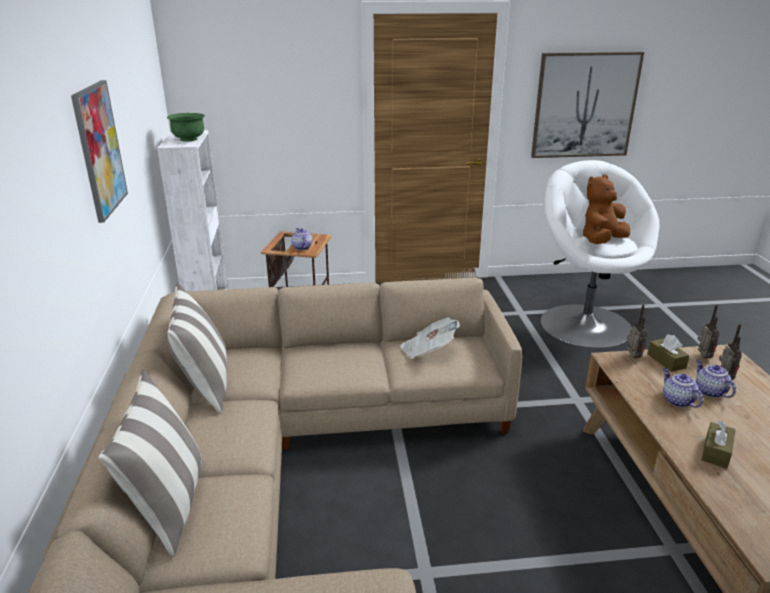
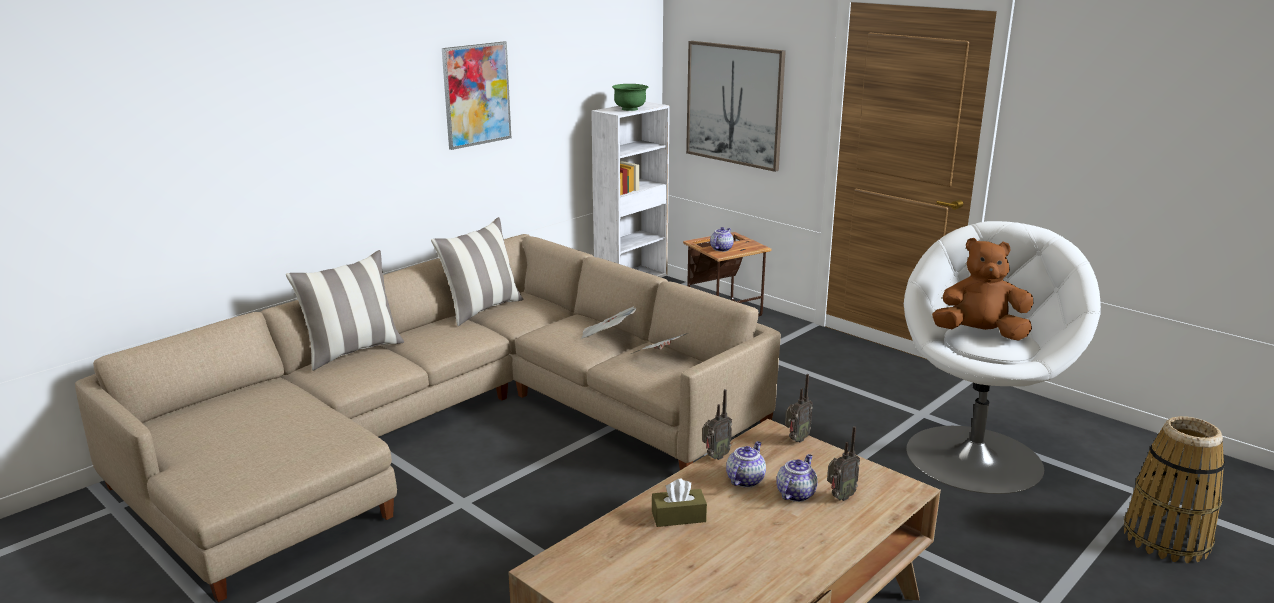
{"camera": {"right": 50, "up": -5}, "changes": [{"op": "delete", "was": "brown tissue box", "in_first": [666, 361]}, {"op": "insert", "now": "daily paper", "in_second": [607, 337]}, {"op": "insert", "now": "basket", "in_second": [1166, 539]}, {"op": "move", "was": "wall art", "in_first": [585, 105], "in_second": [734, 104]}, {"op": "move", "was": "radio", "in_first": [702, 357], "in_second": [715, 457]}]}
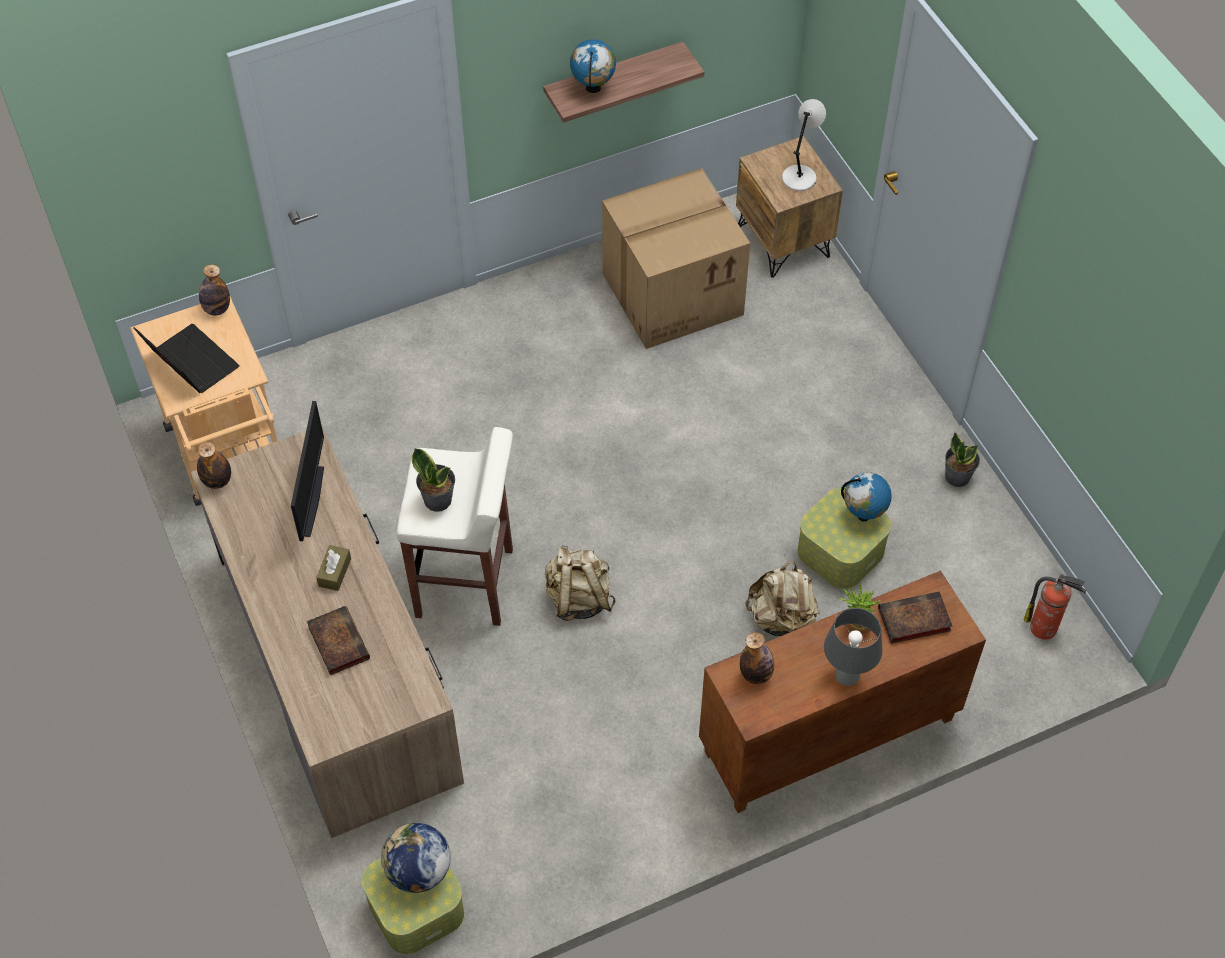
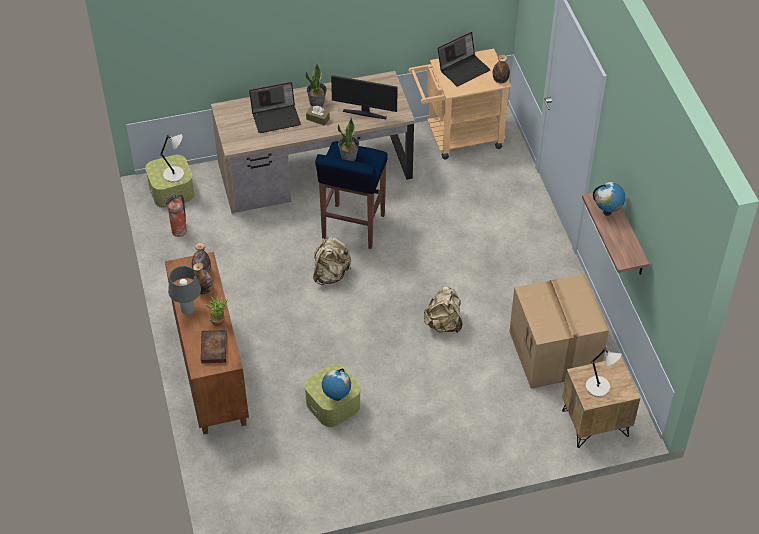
{"camera": {"right": 100, "up": -5}, "changes": [{"op": "move", "was": "drink bottle", "in_first": [217, 481], "in_second": [204, 290]}, {"op": "move", "was": "sand-coloured backpack", "in_first": [782, 619], "in_second": [443, 323]}, {"op": "move", "was": "houseplant", "in_first": [957, 476], "in_second": [317, 102]}, {"op": "move", "was": "extinguisher", "in_first": [1045, 628], "in_second": [178, 231]}, {"op": "replace", "was": "book", "now": "laptop", "in_first": [337, 641], "in_second": [276, 117]}, {"op": "replace", "was": "world globe", "now": "greyish table lamp", "in_first": [418, 871], "in_second": [175, 174]}, {"op": "recolor", "was": "whitish stool seat", "now": "blue-coloured stool seat", "in_first": [466, 583], "in_second": [353, 227]}]}
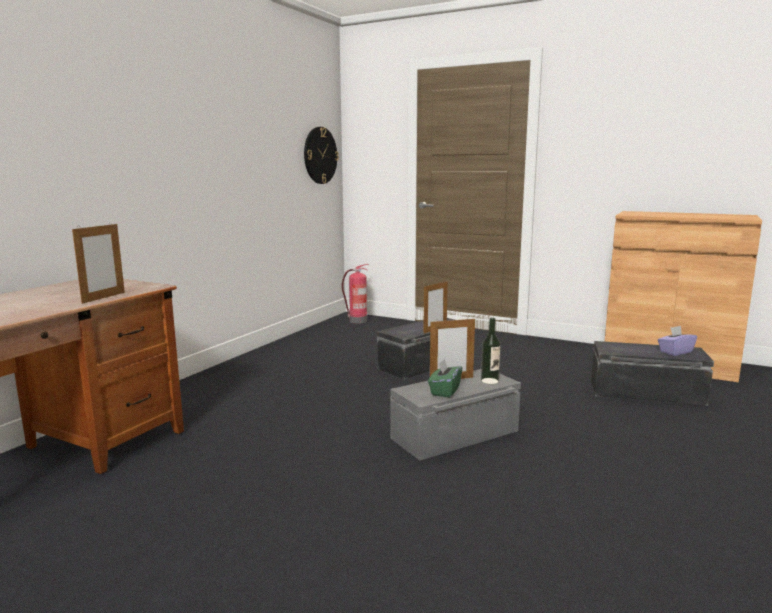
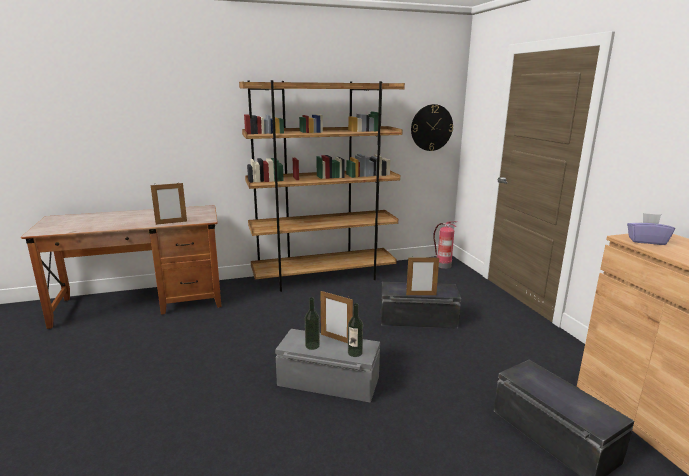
{"camera": {"right": 45, "up": 5}, "changes": [{"op": "insert", "now": "brown bookcase", "in_second": [324, 277]}, {"op": "move", "was": "purple-coloured tissue box", "in_first": [675, 352], "in_second": [646, 241]}, {"op": "replace", "was": "green-coloured tissue box", "now": "drink bottle", "in_first": [444, 391], "in_second": [312, 345]}]}
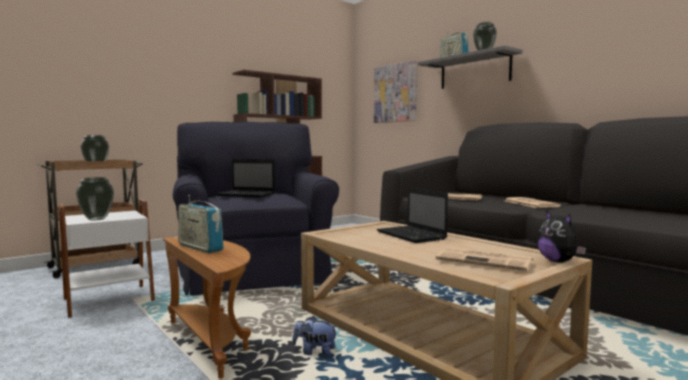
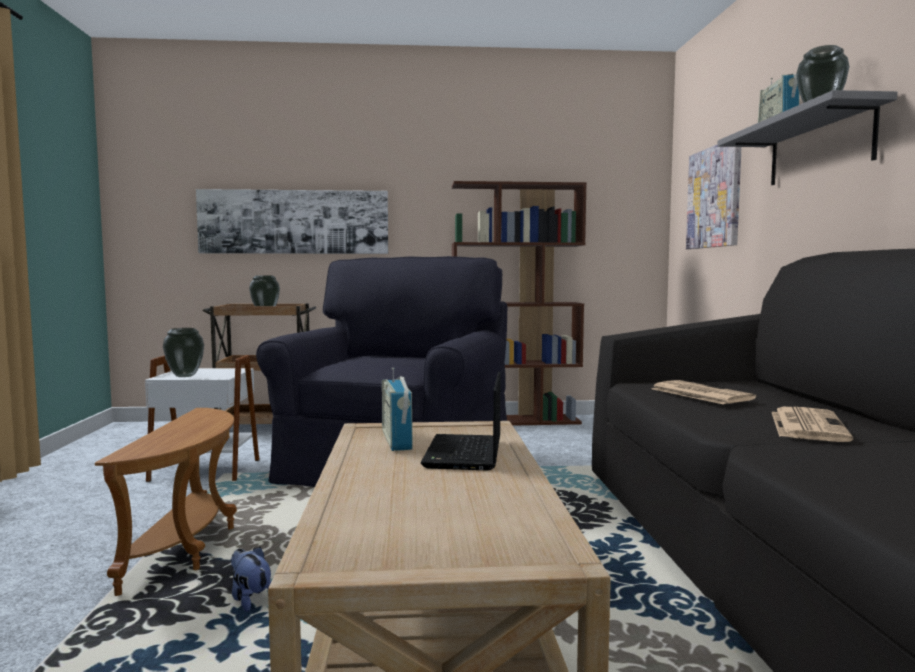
{"camera": {"right": 35, "up": 0}, "changes": [{"op": "delete", "was": "laptop", "in_first": [247, 195]}, {"op": "delete", "was": "daily paper", "in_first": [486, 261]}, {"op": "delete", "was": "soft toy", "in_first": [558, 261]}, {"op": "insert", "now": "wall art", "in_second": [294, 222]}, {"op": "move", "was": "radio", "in_first": [200, 247], "in_second": [397, 440]}]}
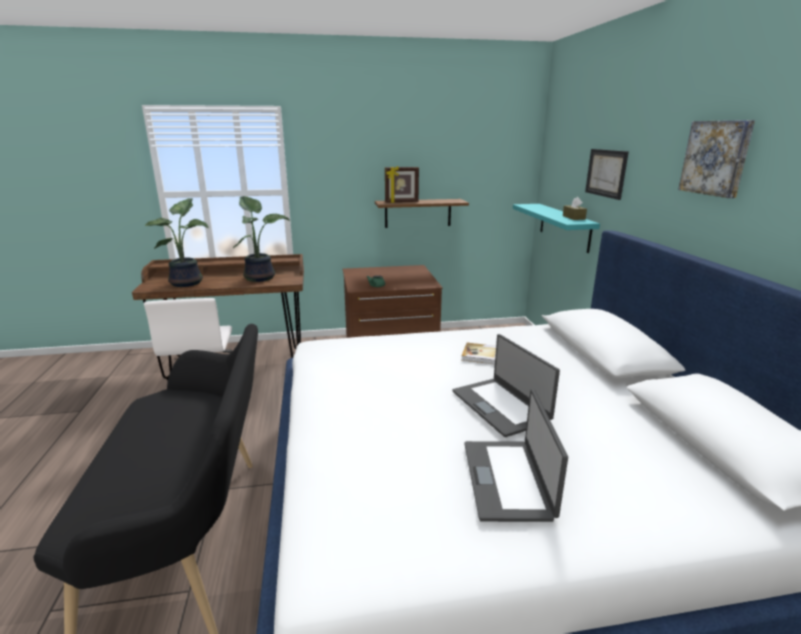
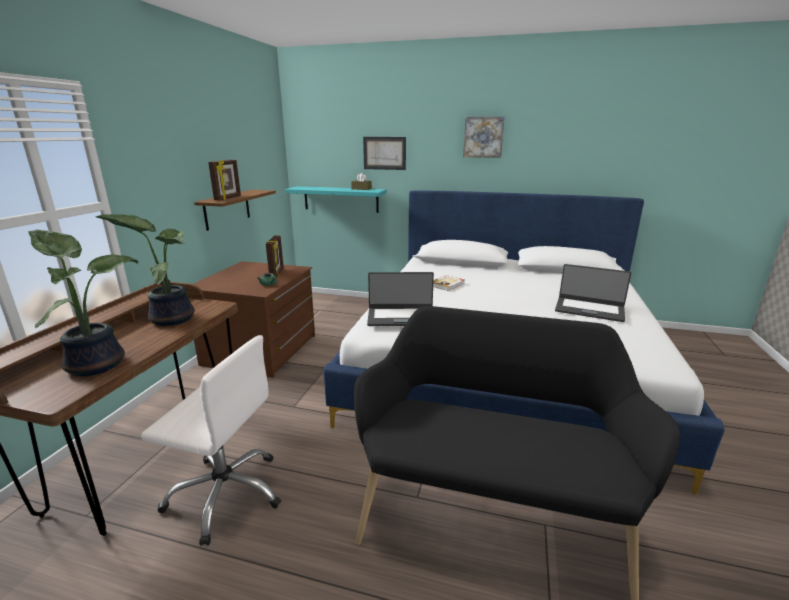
{"camera": {"right": -65, "up": 0}, "changes": [{"op": "insert", "now": "picture frame", "in_second": [277, 273]}, {"op": "move", "was": "laptop", "in_first": [501, 406], "in_second": [401, 317]}]}
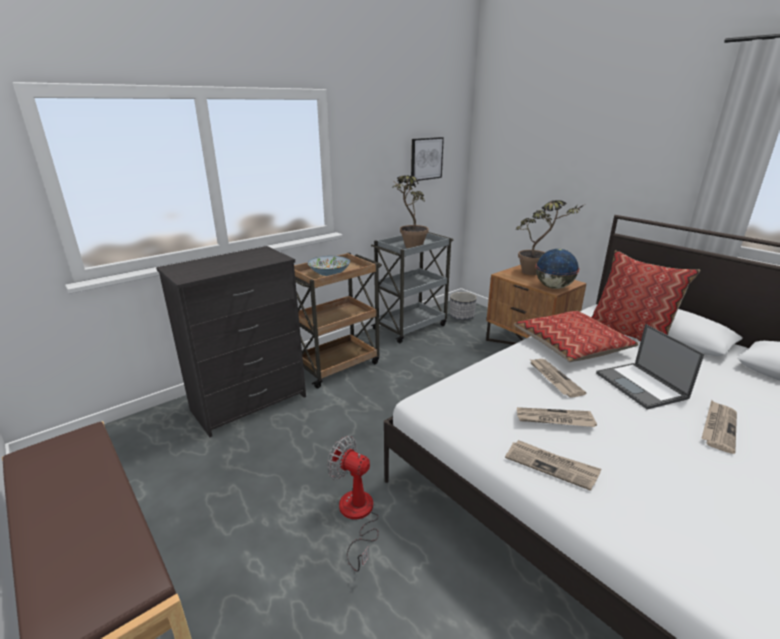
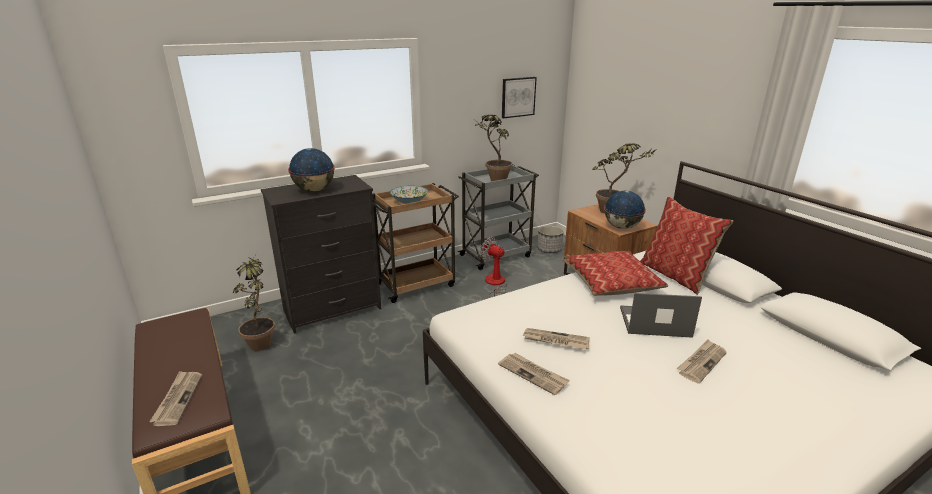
{"camera": {"right": 10, "up": 0}, "changes": [{"op": "insert", "now": "houseplant", "in_second": [262, 340]}, {"op": "insert", "now": "world globe", "in_second": [314, 190]}, {"op": "move", "was": "electric fan", "in_first": [357, 516], "in_second": [495, 284]}, {"op": "move", "was": "daily paper", "in_first": [554, 378], "in_second": [177, 399]}, {"op": "rotate", "was": "laptop", "in_first": [642, 386], "in_second": [653, 322], "clockwise": 105}]}
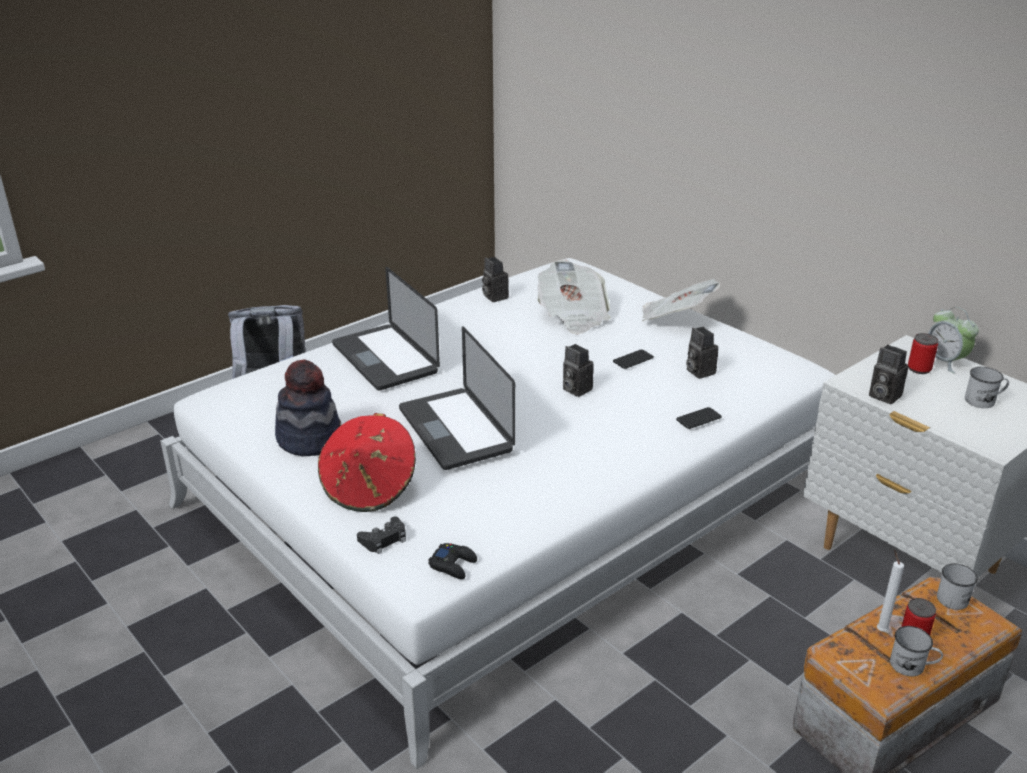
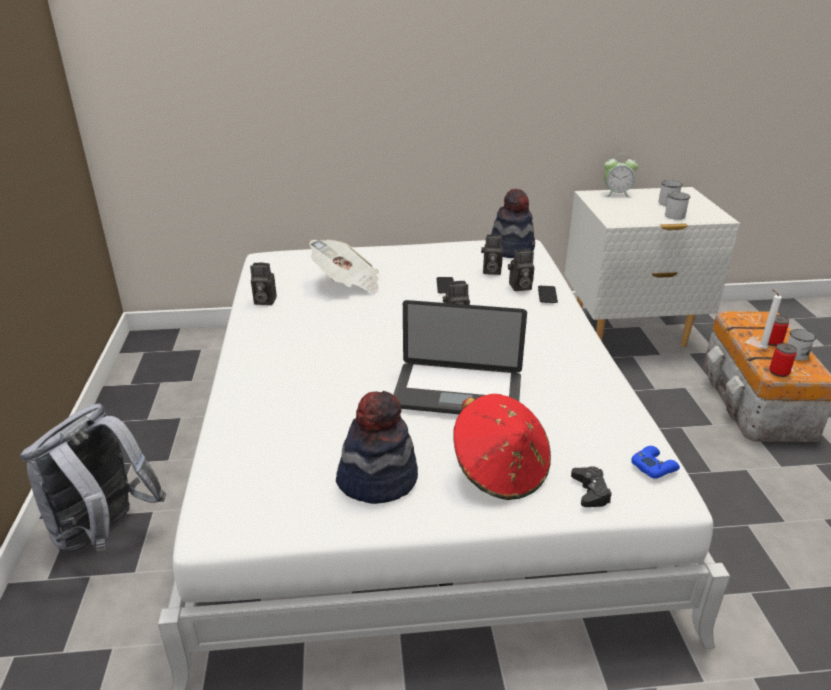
{"camera": {"right": -55, "up": 0}, "changes": [{"op": "delete", "was": "laptop", "in_first": [385, 359]}, {"op": "delete", "was": "daily paper", "in_first": [675, 318]}, {"op": "insert", "now": "clothing hat", "in_second": [512, 249]}, {"op": "move", "was": "photo camera", "in_first": [882, 395], "in_second": [519, 287]}, {"op": "move", "was": "sealed can", "in_first": [919, 369], "in_second": [779, 372]}, {"op": "move", "was": "whitish coffee mug", "in_first": [954, 596], "in_second": [672, 215]}, {"op": "recolor", "was": "black gamepad", "now": "blue-coloured gamepad", "in_first": [453, 565], "in_second": [654, 466]}]}
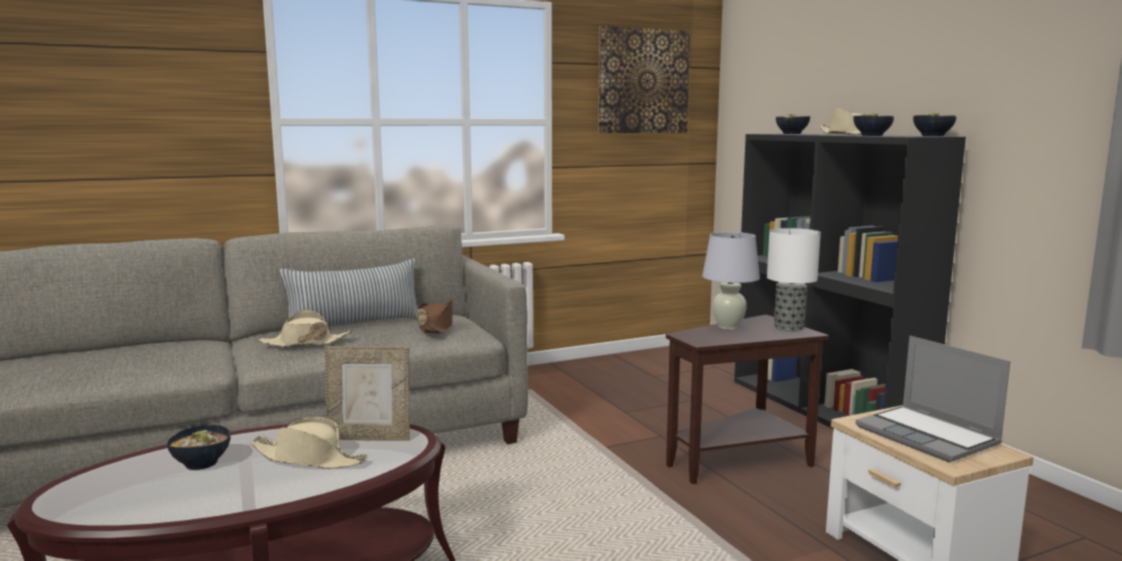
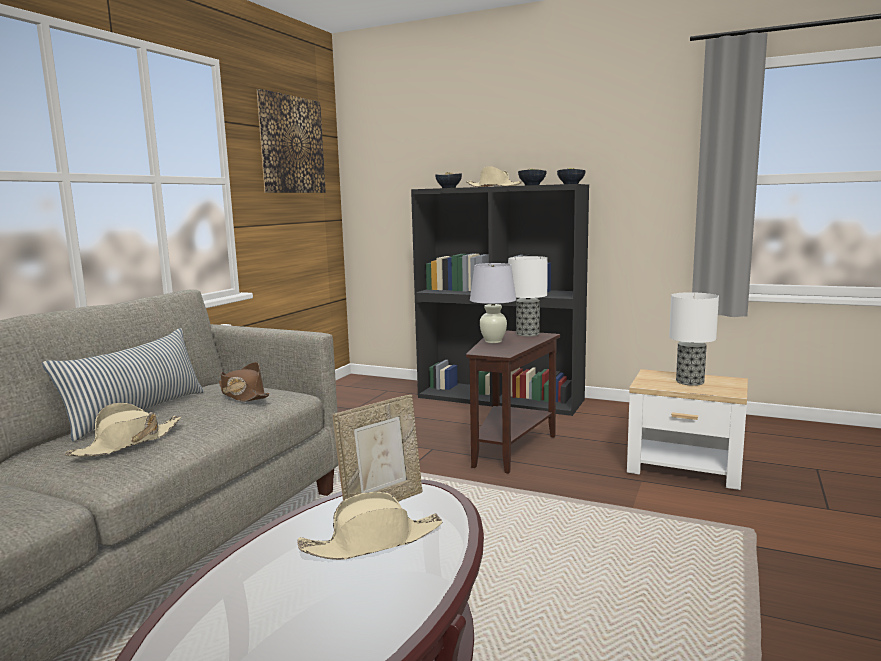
{"camera": {"right": -40, "up": 0}, "changes": [{"op": "delete", "was": "bowl", "in_first": [202, 463]}, {"op": "replace", "was": "laptop", "now": "table lamp", "in_first": [929, 436], "in_second": [690, 381]}]}
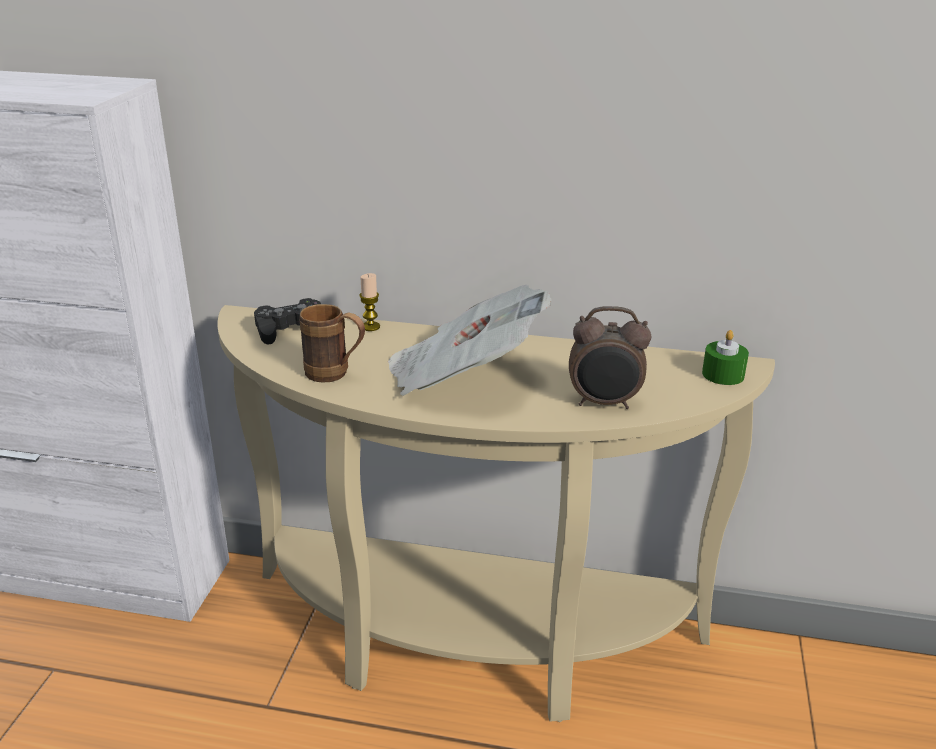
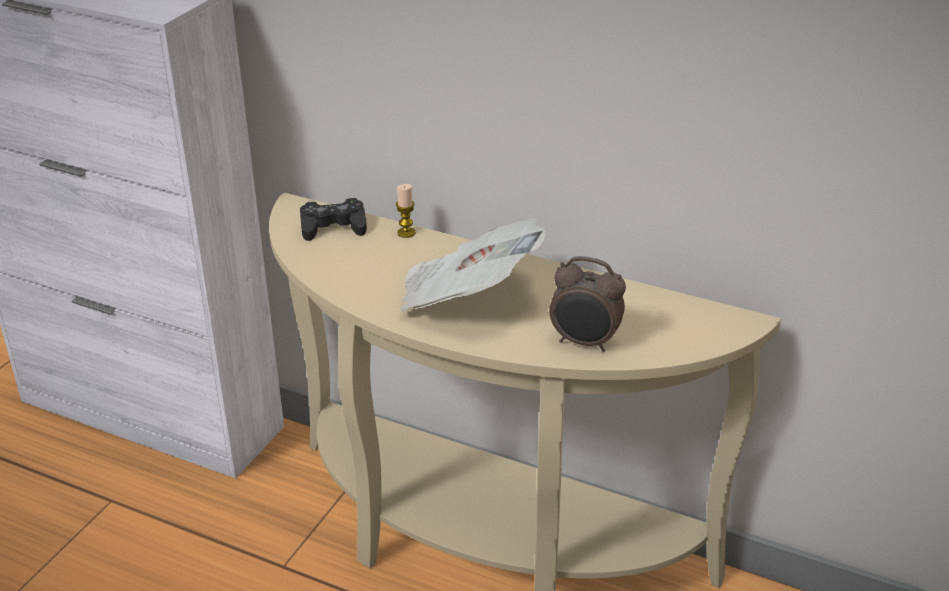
{"camera": {"right": 15, "up": 5}, "changes": [{"op": "delete", "was": "brown coffee mug", "in_first": [335, 374]}, {"op": "delete", "was": "green-coloured wax candle", "in_first": [723, 374]}]}
